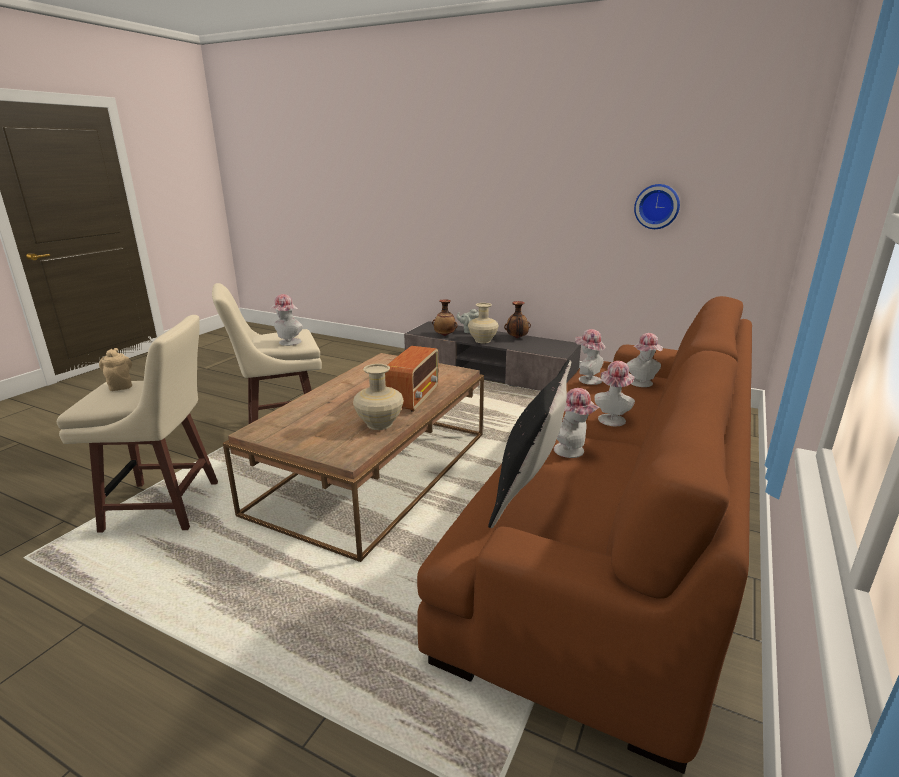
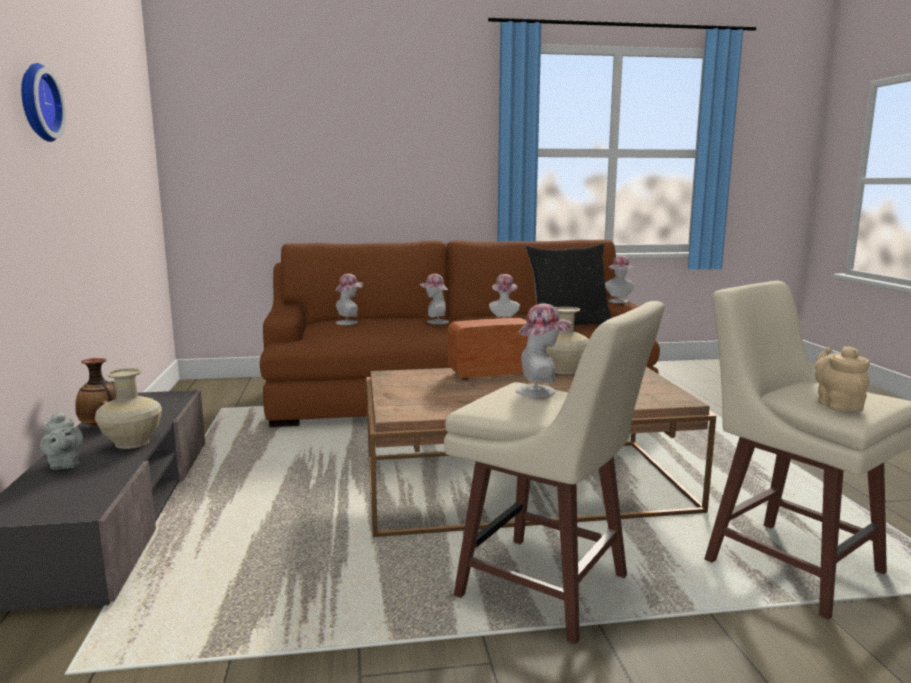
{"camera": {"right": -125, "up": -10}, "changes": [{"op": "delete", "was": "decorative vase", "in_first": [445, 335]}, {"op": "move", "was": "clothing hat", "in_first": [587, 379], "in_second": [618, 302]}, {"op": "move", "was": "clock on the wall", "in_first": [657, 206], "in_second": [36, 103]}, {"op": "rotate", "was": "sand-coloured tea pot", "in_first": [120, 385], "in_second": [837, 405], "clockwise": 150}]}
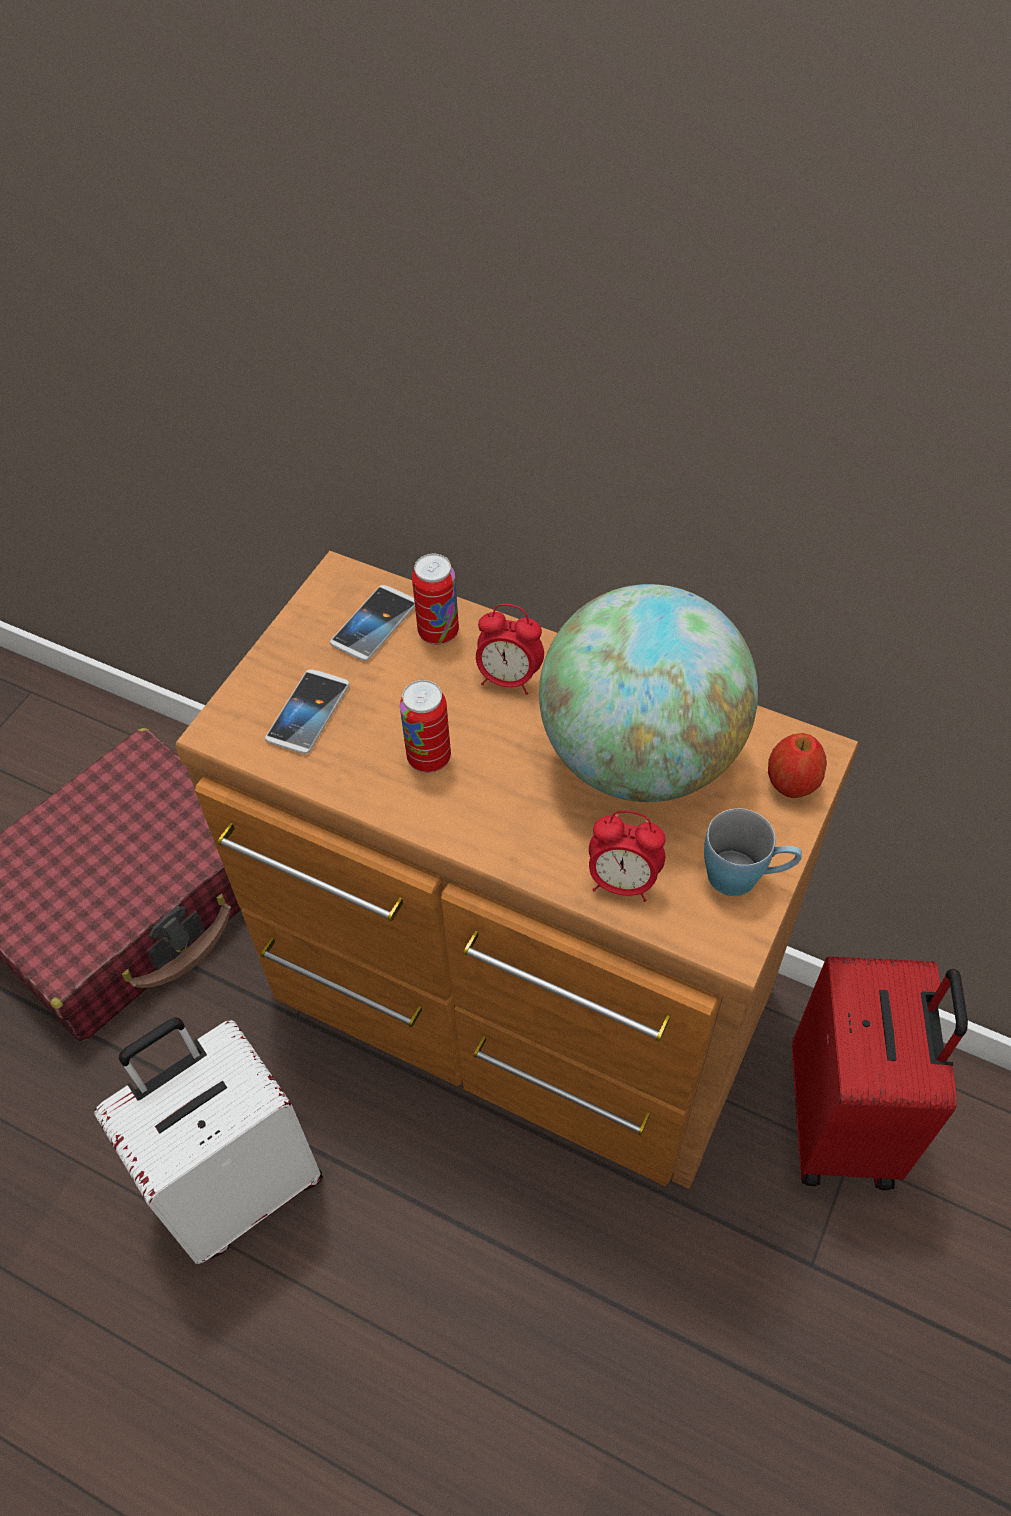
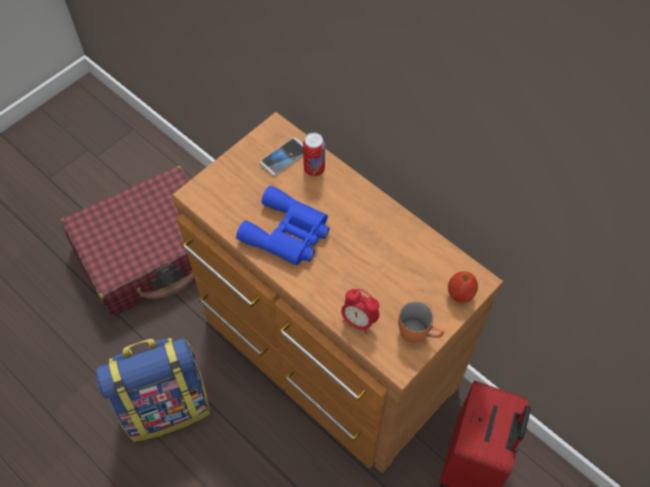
{"camera": {"right": 15, "up": 5}, "changes": [{"op": "delete", "was": "handset", "in_first": [308, 713]}, {"op": "delete", "was": "alarm clock", "in_first": [508, 679]}, {"op": "delete", "was": "world globe", "in_first": [640, 757]}, {"op": "replace", "was": "whitish suitcase", "now": "backpack", "in_first": [240, 1183], "in_second": [166, 405]}, {"op": "replace", "was": "sealed can", "now": "blue-coloured pair of binoculars", "in_first": [429, 758], "in_second": [288, 234]}, {"op": "recolor", "was": "blue-coloured coffee mug", "now": "orange-coloured coffee mug", "in_first": [745, 876], "in_second": [419, 334]}]}
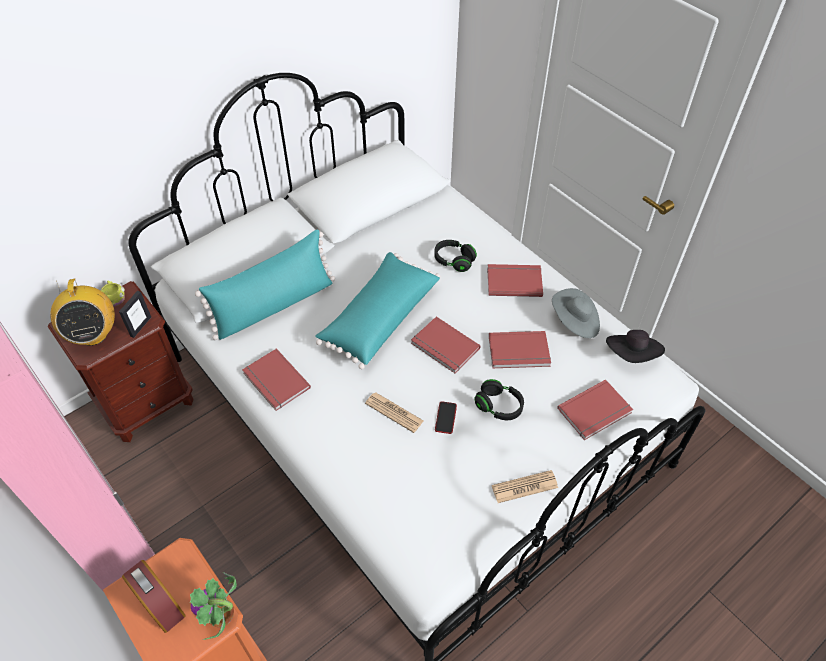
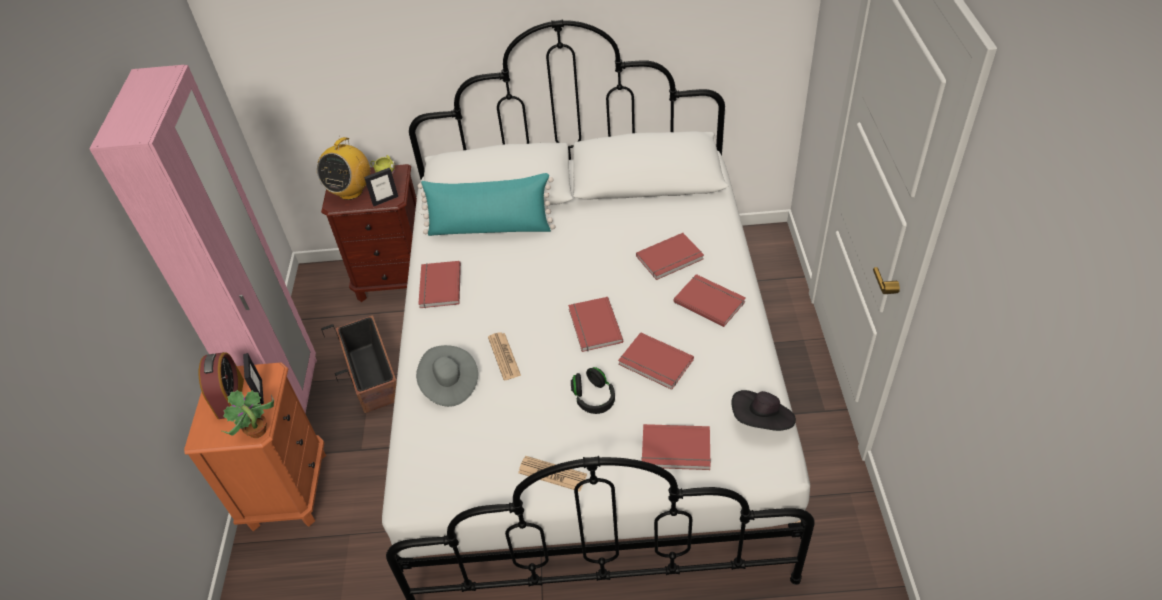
{"camera": {"right": 40, "up": -5}, "changes": [{"op": "delete", "was": "turquoise-coloured cushion", "in_first": [379, 318]}, {"op": "delete", "was": "handset", "in_first": [445, 418]}, {"op": "insert", "now": "picture frame", "in_second": [260, 392]}, {"op": "insert", "now": "planter", "in_second": [372, 376]}, {"op": "move", "was": "greyish clothing hat", "in_first": [575, 322], "in_second": [449, 384]}, {"op": "replace", "was": "black pair of headphones", "now": "reddish book", "in_first": [454, 261], "in_second": [671, 259]}]}
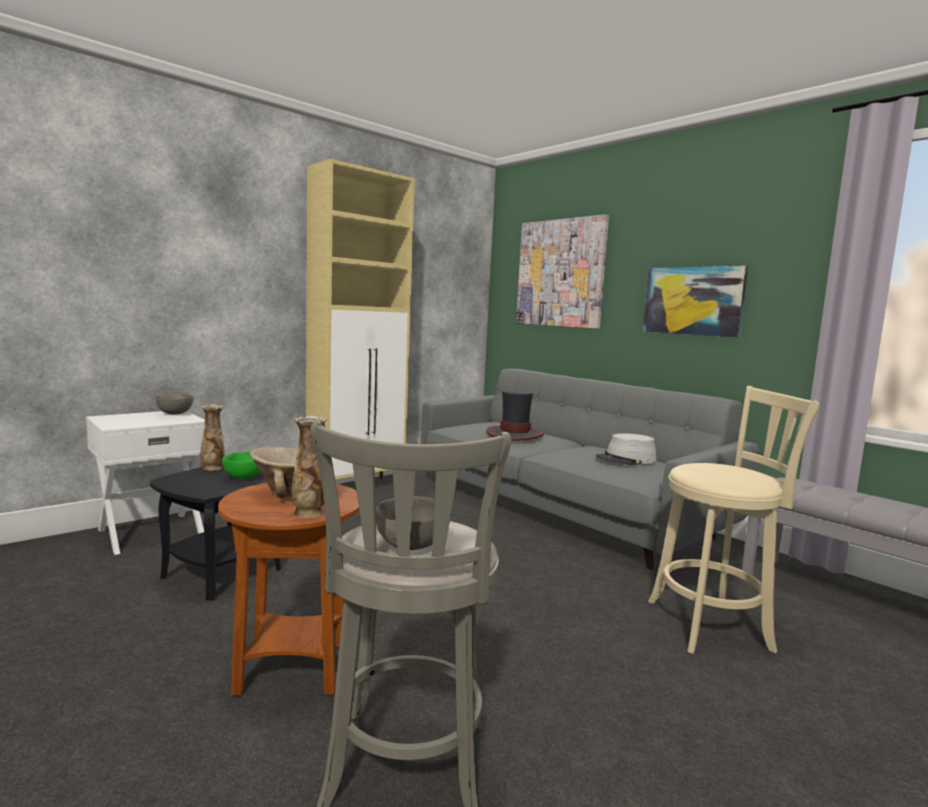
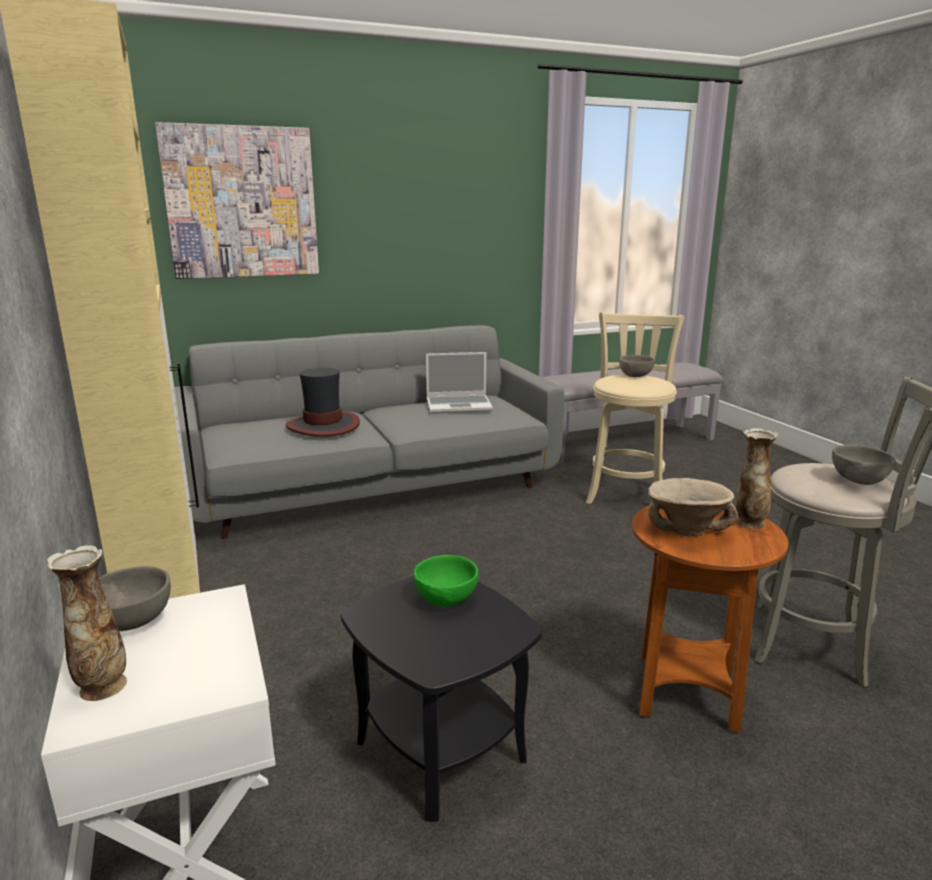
{"camera": {"right": -70, "up": 10}, "changes": [{"op": "delete", "was": "wall art", "in_first": [693, 301]}, {"op": "insert", "now": "greyish bowl", "in_second": [634, 376]}, {"op": "move", "was": "decorative vase", "in_first": [213, 468], "in_second": [102, 686]}, {"op": "replace", "was": "greyish clothing hat", "now": "laptop", "in_first": [626, 459], "in_second": [459, 405]}]}
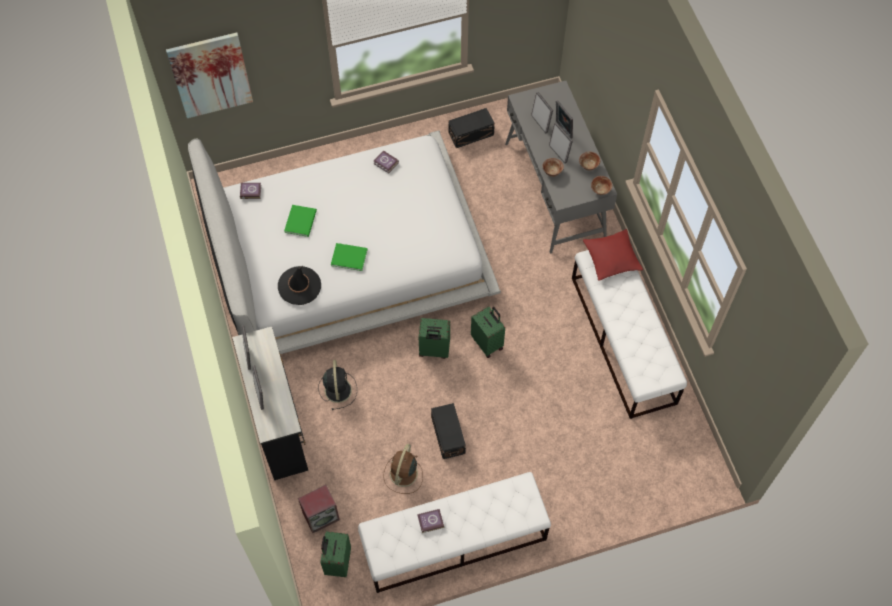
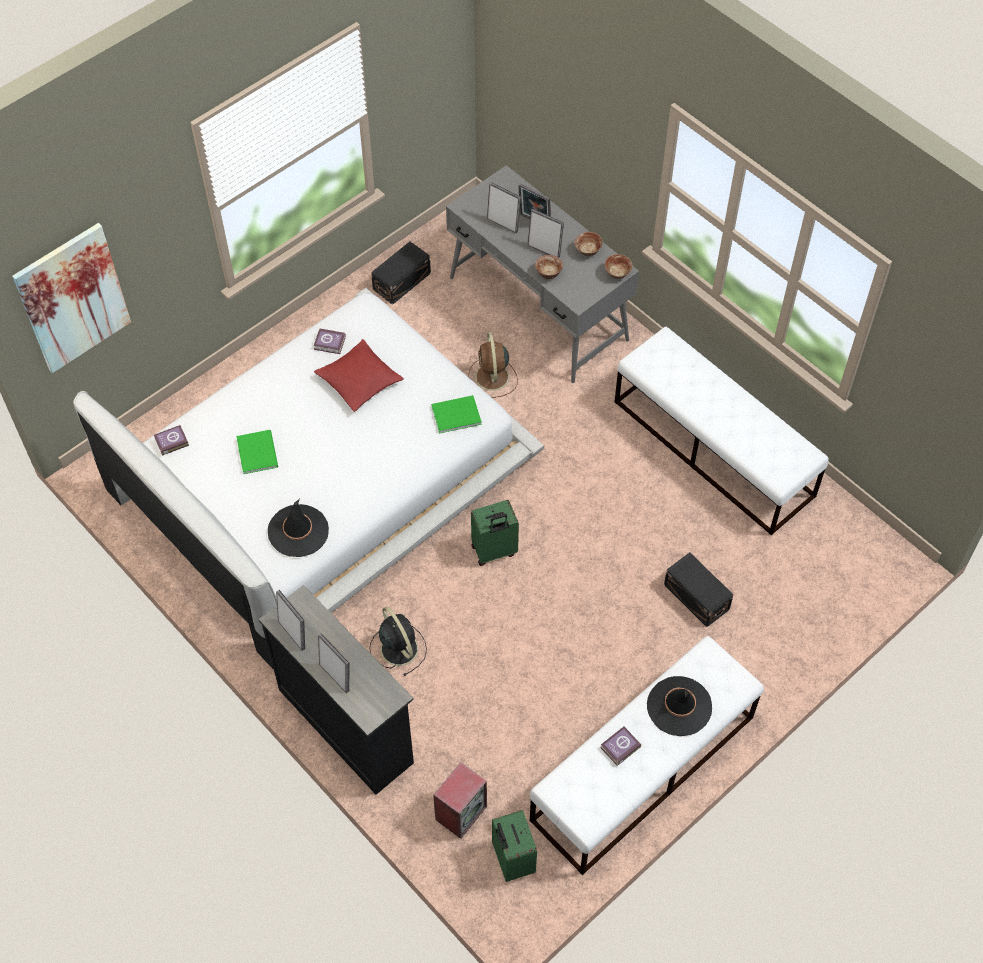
{"camera": {"right": -25, "up": -5}, "changes": [{"op": "delete", "was": "green-coloured suitcase", "in_first": [488, 343]}, {"op": "insert", "now": "black clothing hat", "in_second": [679, 706]}, {"op": "move", "was": "green-coloured book", "in_first": [348, 256], "in_second": [454, 414]}, {"op": "move", "was": "brown electric fan", "in_first": [403, 474], "in_second": [492, 378]}, {"op": "move", "was": "black storage container", "in_first": [447, 436], "in_second": [696, 598]}, {"op": "move", "was": "reddish cushion", "in_first": [611, 258], "in_second": [359, 381]}]}
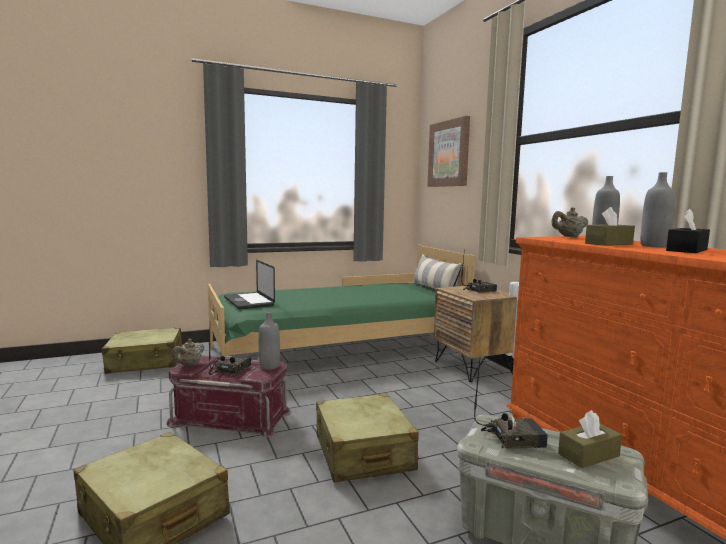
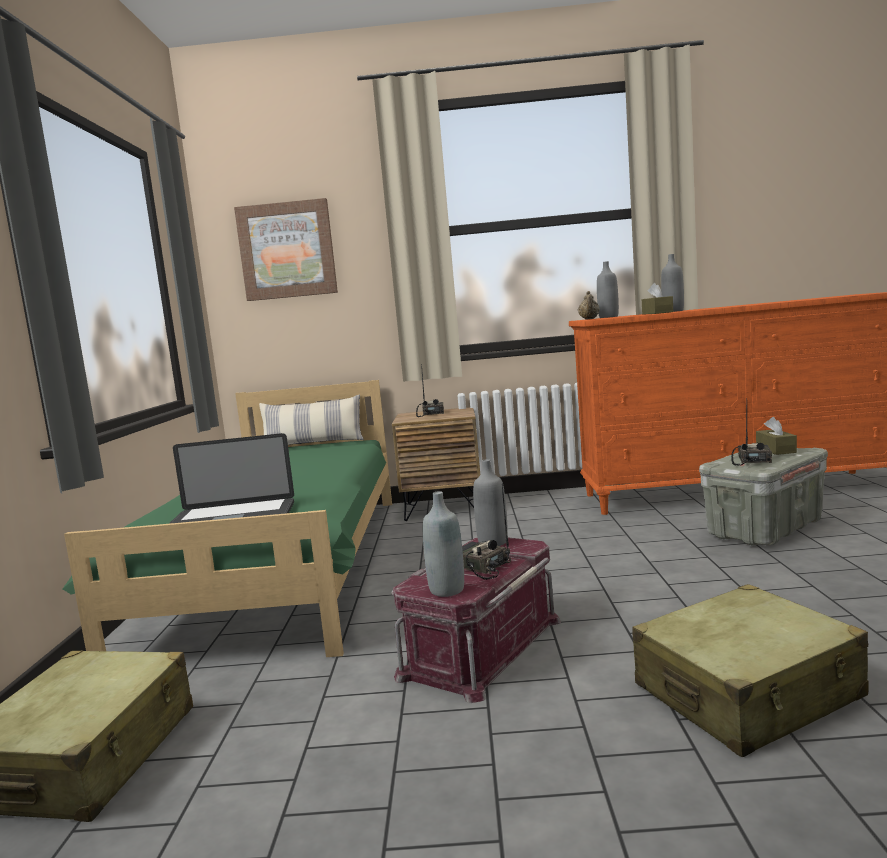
{"camera": {"right": -65, "up": 0}, "changes": [{"op": "delete", "was": "sand-coloured suitcase", "in_first": [363, 453]}, {"op": "delete", "was": "black tissue box", "in_first": [686, 250]}, {"op": "replace", "was": "sand-coloured tea pot", "now": "greyish drink bottle", "in_first": [189, 365], "in_second": [447, 590]}]}
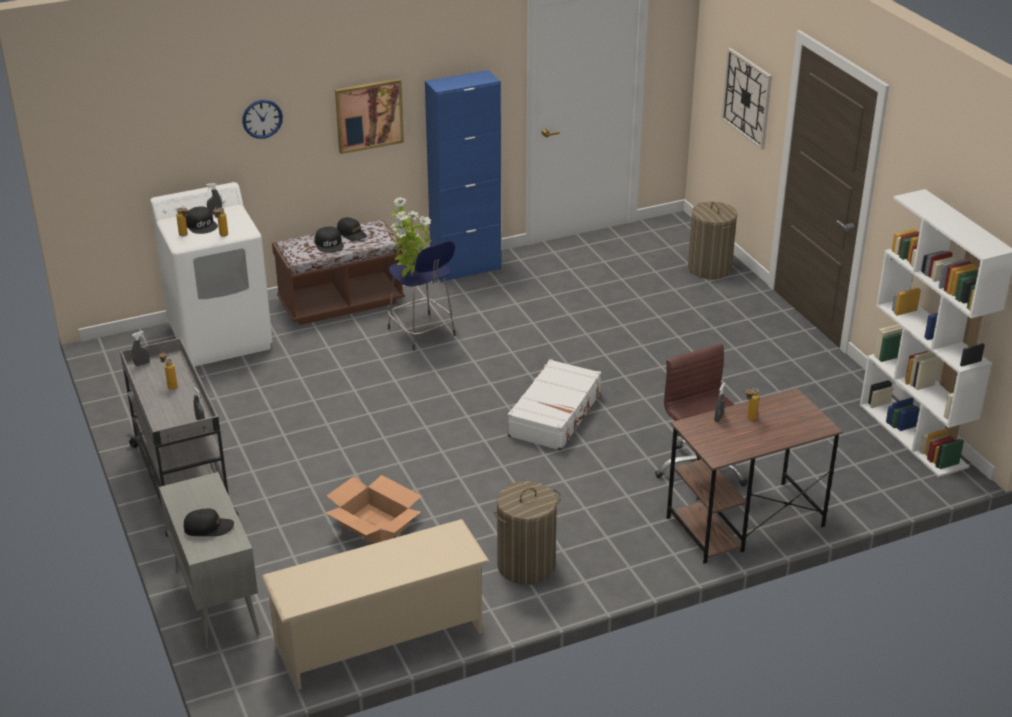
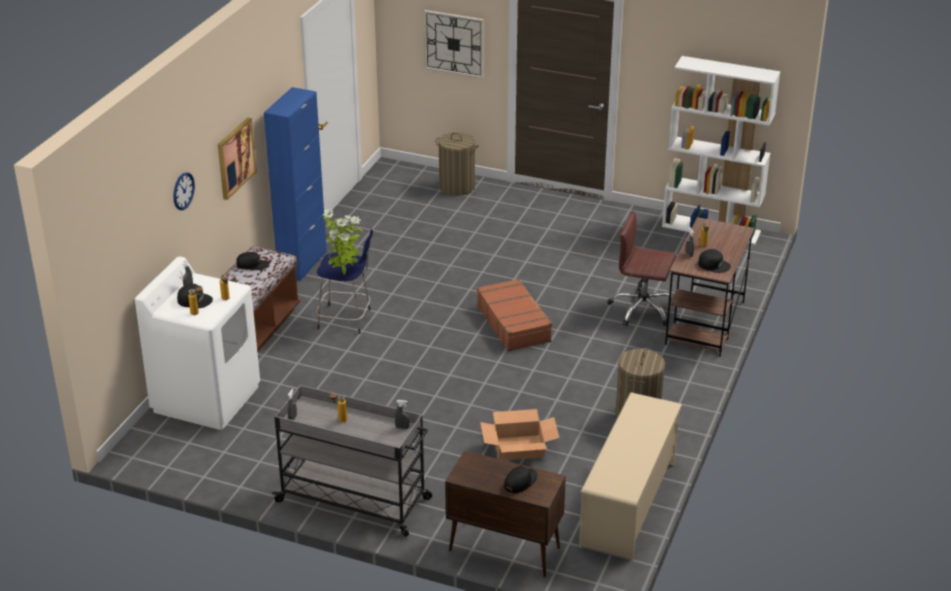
{"camera": {"right": -45, "up": 0}, "changes": [{"op": "move", "was": "black cap", "in_first": [329, 244], "in_second": [714, 265]}, {"op": "recolor", "was": "greyish cabinet", "now": "brown cabinet", "in_first": [216, 601], "in_second": [503, 549]}, {"op": "recolor", "was": "whitish suitcase", "now": "brown suitcase", "in_first": [556, 415], "in_second": [514, 323]}]}
